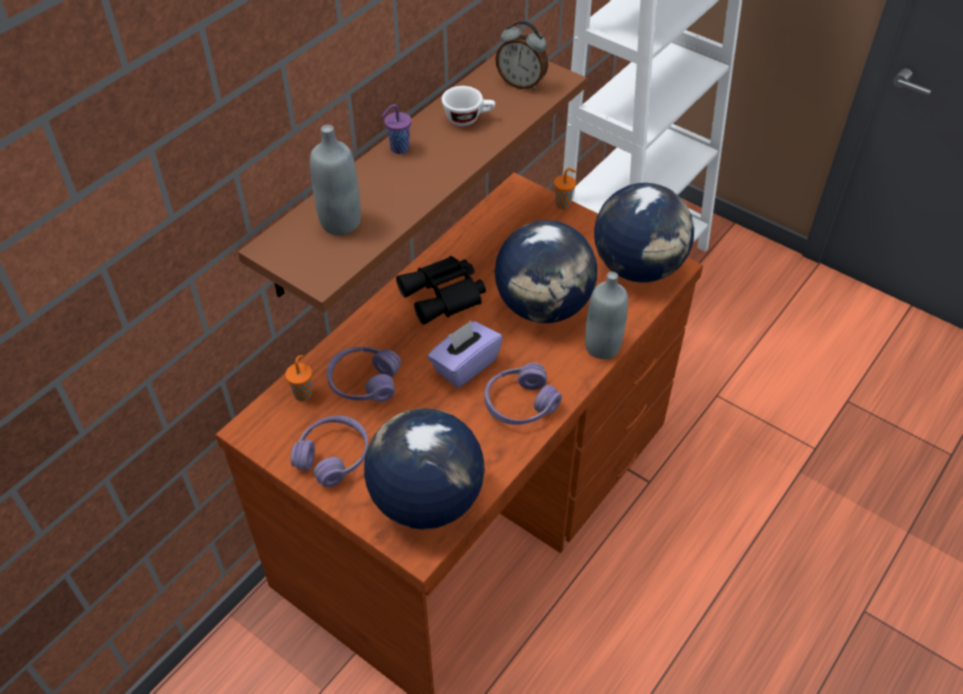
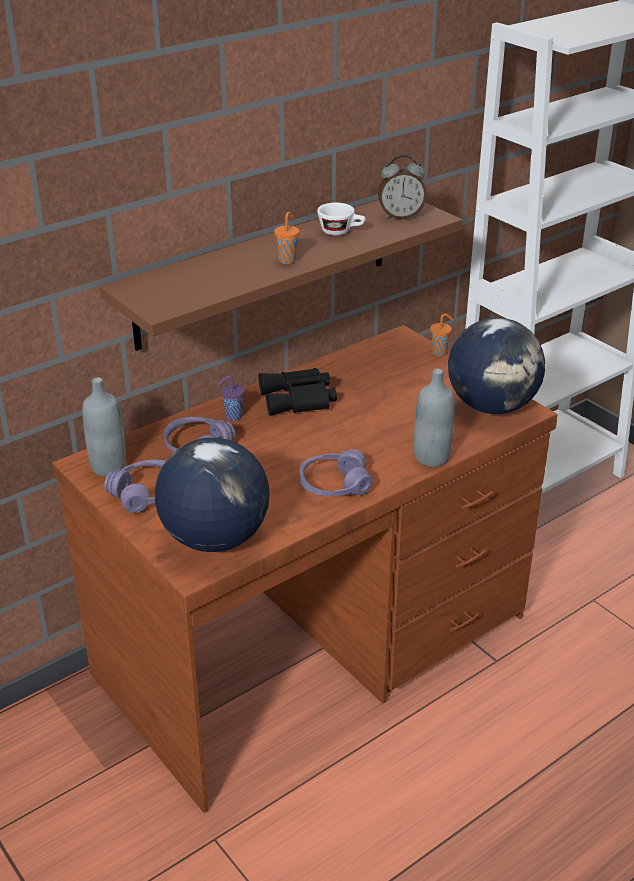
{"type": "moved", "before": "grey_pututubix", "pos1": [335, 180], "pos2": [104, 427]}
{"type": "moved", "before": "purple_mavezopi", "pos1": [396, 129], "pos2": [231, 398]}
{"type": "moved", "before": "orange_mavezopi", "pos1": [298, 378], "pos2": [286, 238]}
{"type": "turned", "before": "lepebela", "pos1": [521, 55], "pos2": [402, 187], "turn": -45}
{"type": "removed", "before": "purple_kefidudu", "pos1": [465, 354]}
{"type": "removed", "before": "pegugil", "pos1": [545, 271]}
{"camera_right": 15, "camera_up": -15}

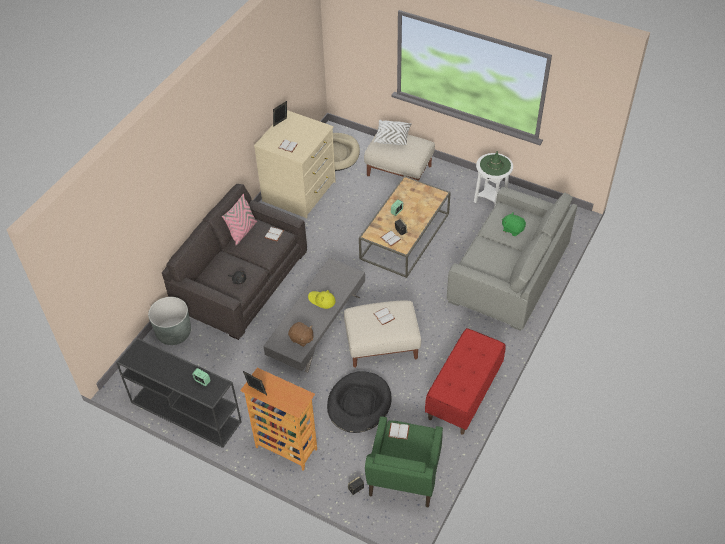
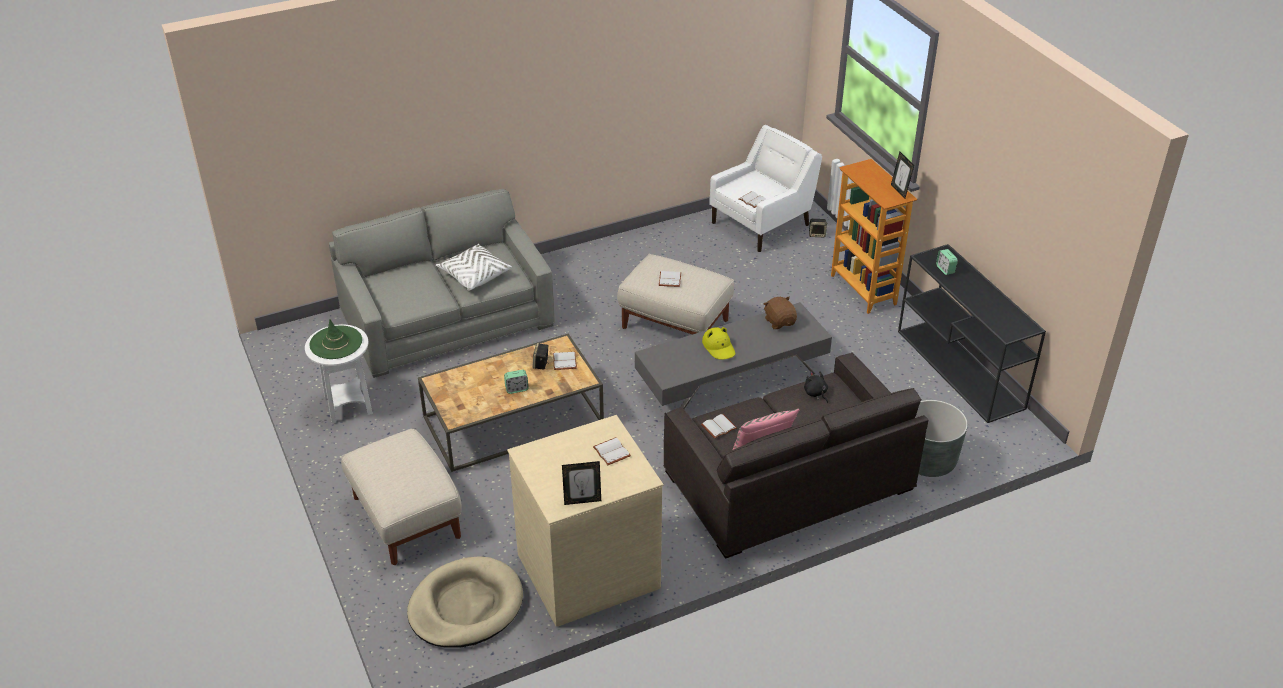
{"type": "moved", "before": "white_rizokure", "pos1": [393, 132], "pos2": [474, 267]}
{"type": "recoloured", "before": "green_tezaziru", "after": "white_tezaziru", "pos1": [404, 461], "pos2": [765, 188]}
{"type": "removed", "before": "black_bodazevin", "pos1": [359, 402]}
{"type": "removed", "before": "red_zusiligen", "pos1": [465, 381]}
{"type": "removed", "before": "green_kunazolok", "pos1": [514, 224]}
{"camera_right": -145, "camera_up": -10}

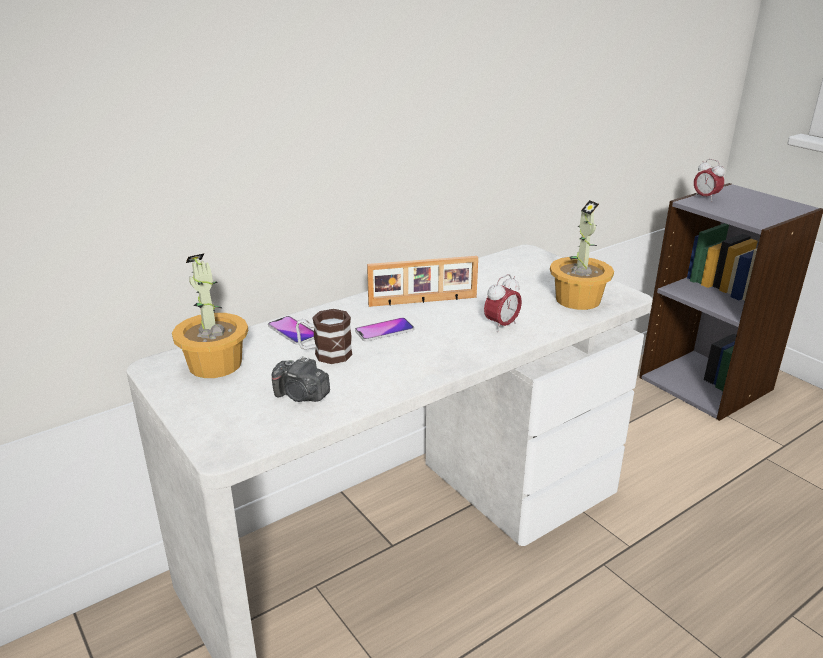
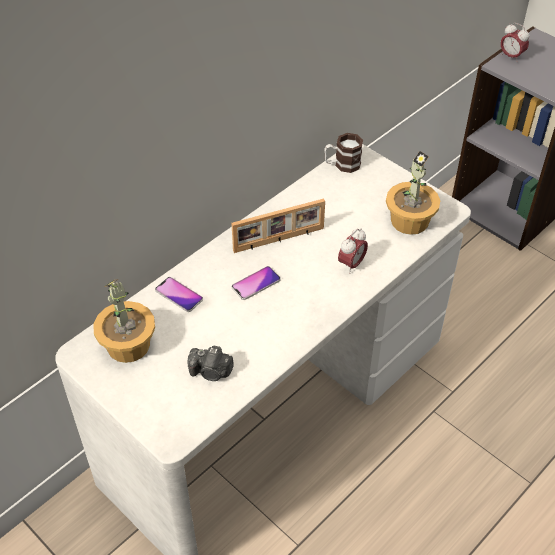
{"type": "moved", "before": "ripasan", "pos1": [324, 336], "pos2": [343, 153]}
{"camera_right": -10, "camera_up": 20}

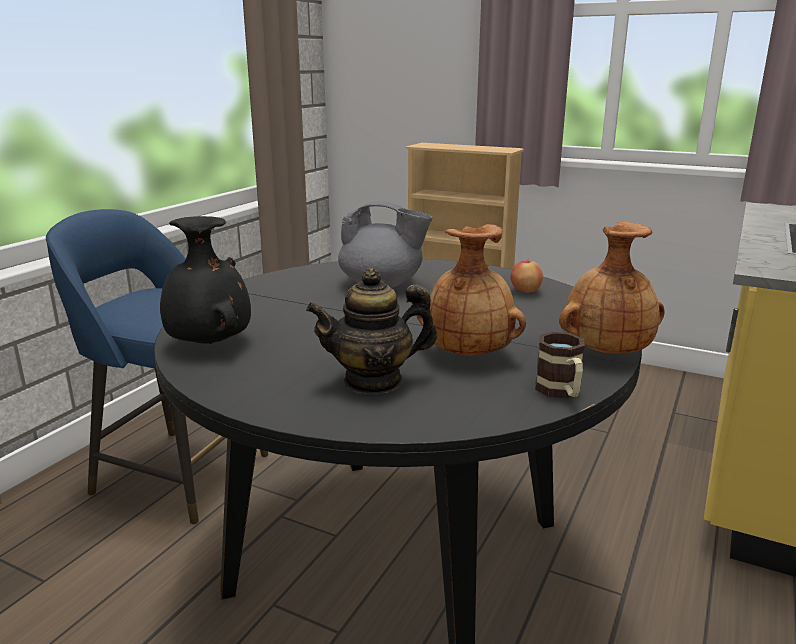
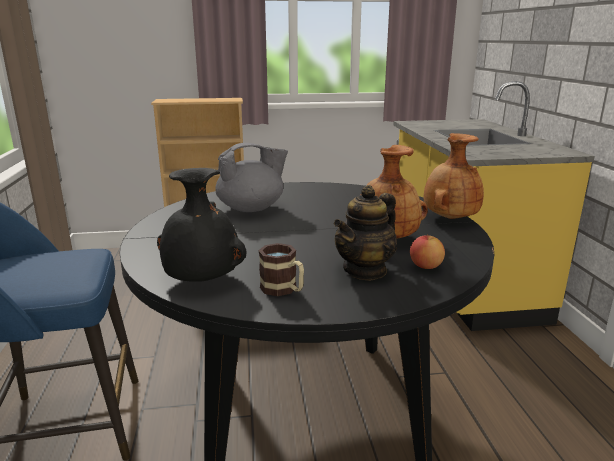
{"type": "moved", "before": "ripasan", "pos1": [560, 365], "pos2": [281, 269]}
{"type": "moved", "before": "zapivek", "pos1": [526, 277], "pos2": [427, 251]}
{"camera_right": -35, "camera_up": 0}

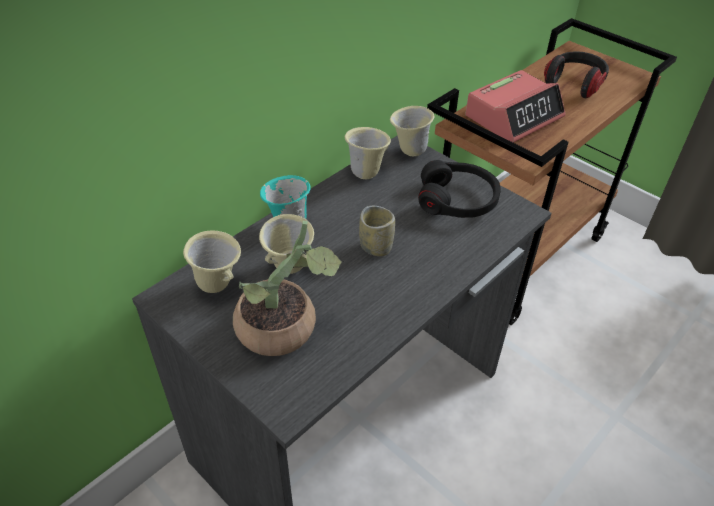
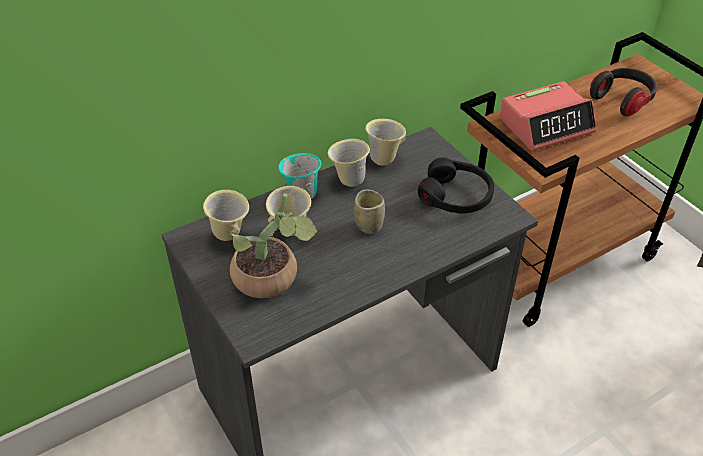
{"type": "moved", "before": "beige_ripasan", "pos1": [412, 131], "pos2": [349, 163]}
{"camera_right": 15, "camera_up": 0}

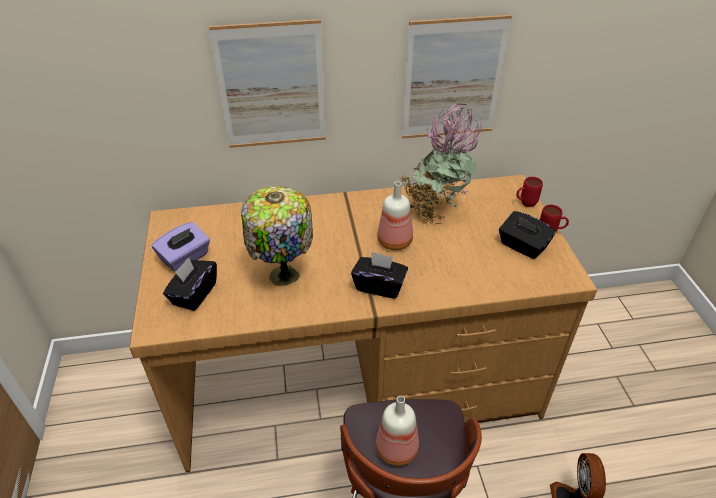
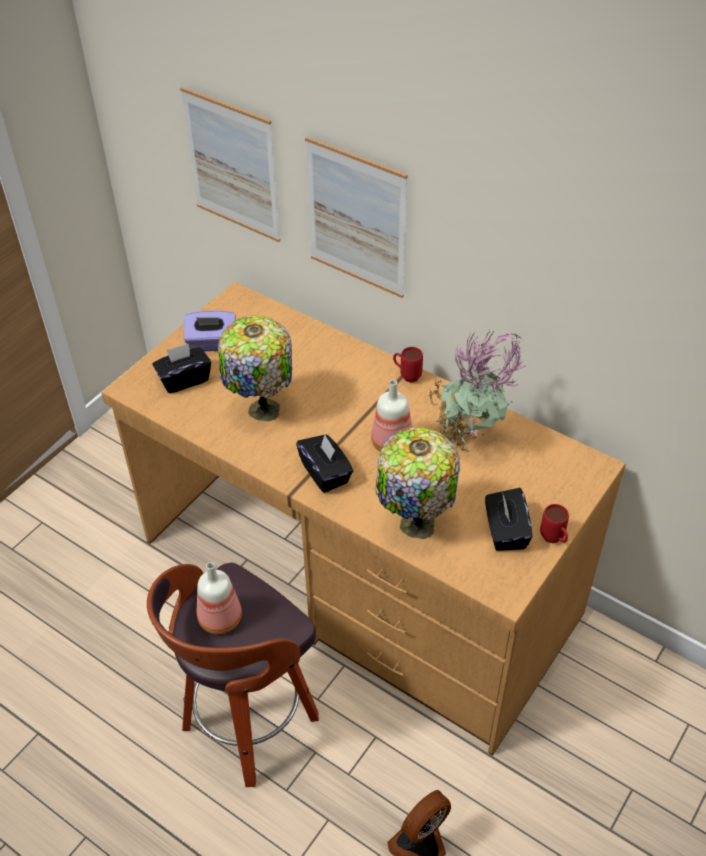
{"type": "moved", "before": "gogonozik", "pos1": [457, 77], "pos2": [230, 164]}
{"type": "added", "after": "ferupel", "pos2": [418, 483]}
{"type": "moved", "before": "red_ripasan", "pos1": [529, 192], "pos2": [408, 365]}
{"camera_right": 45, "camera_up": 5}

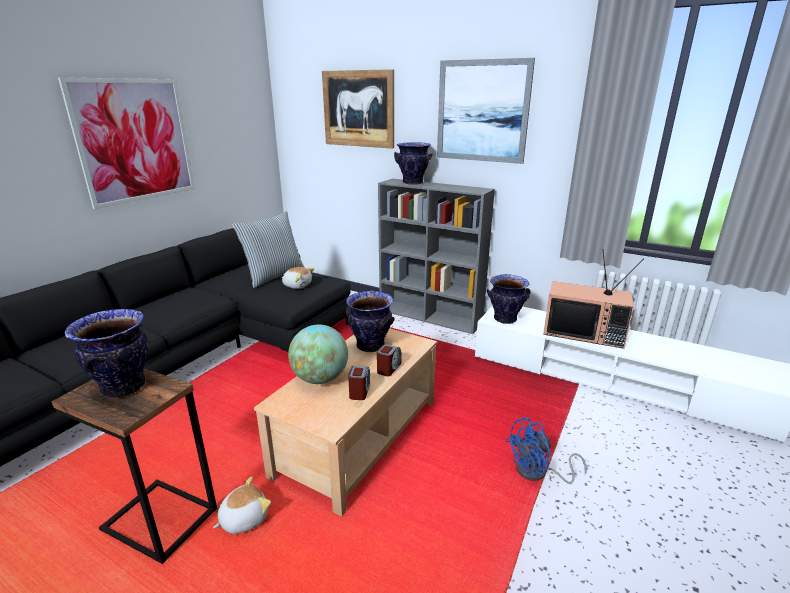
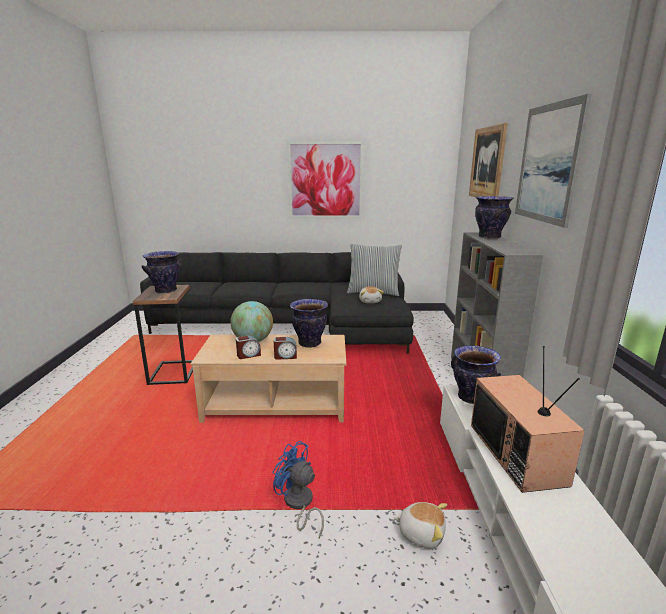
{"type": "moved", "before": "kunazolok", "pos1": [242, 505], "pos2": [420, 525]}
{"camera_right": 60, "camera_up": -5}

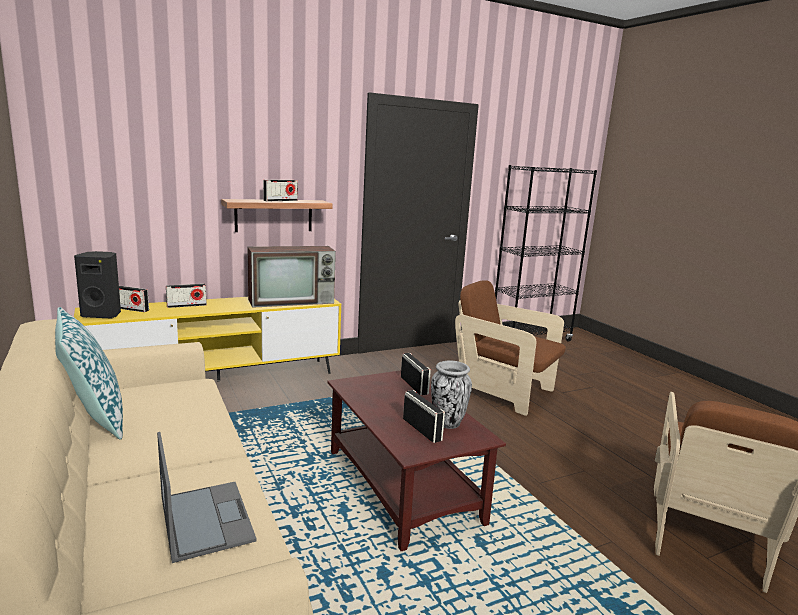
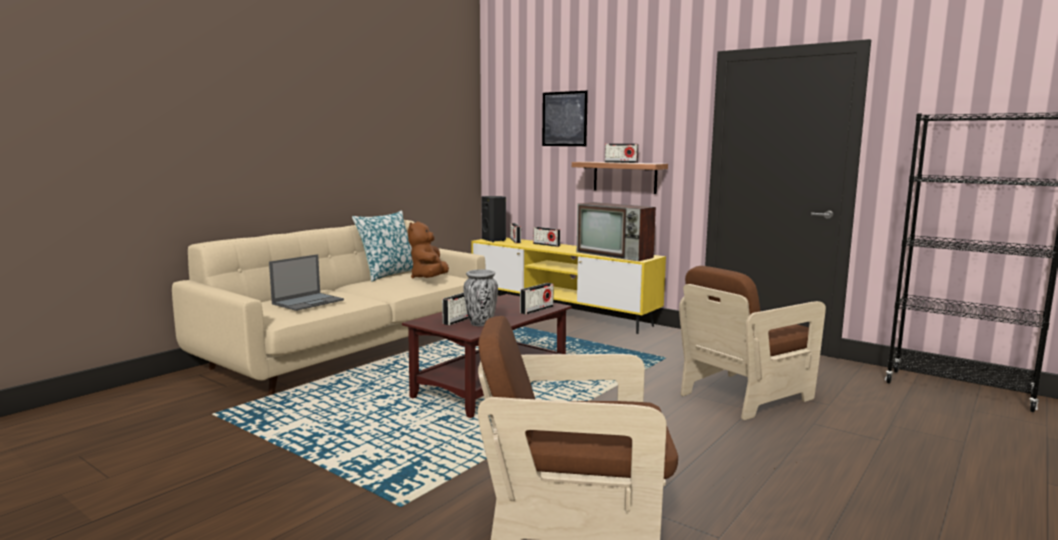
{"type": "added", "after": "brown_kunazolok", "pos2": [428, 249]}
{"type": "added", "after": "gogonozik", "pos2": [565, 118]}
{"type": "turned", "before": "brown_tezaziru", "pos1": [510, 348], "pos2": [752, 343], "turn": -135}
{"camera_right": 65, "camera_up": -5}

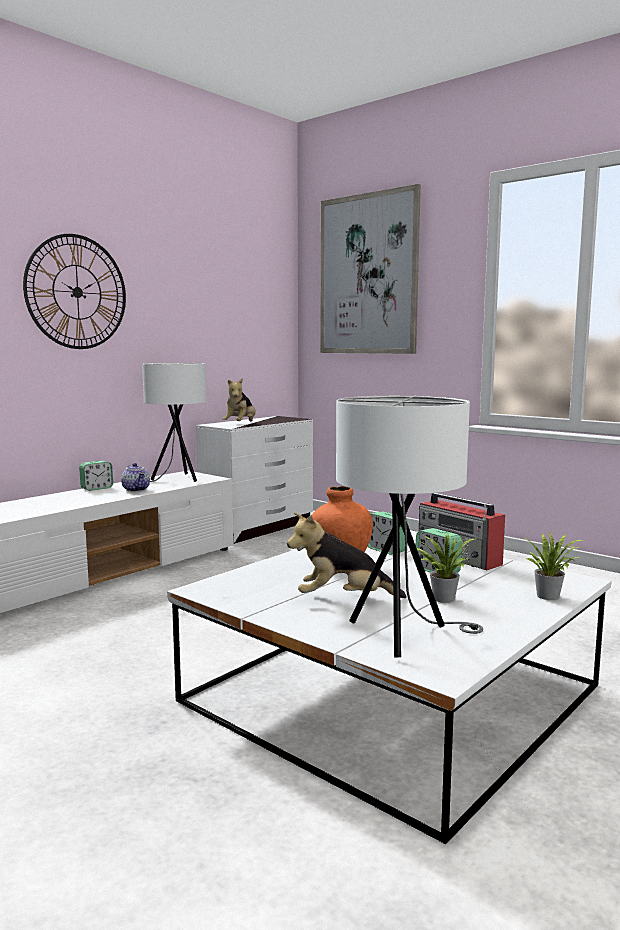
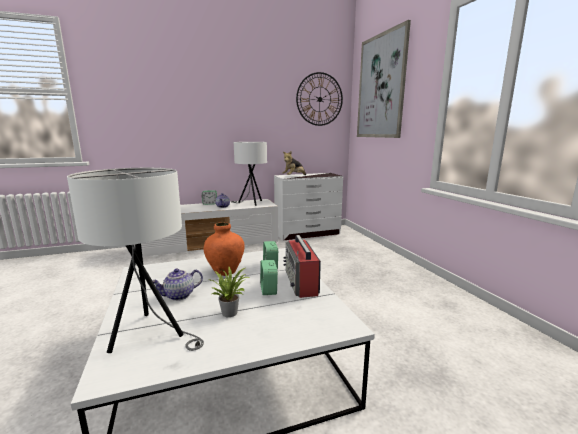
{"type": "replaced", "before": "kunazolok", "after": "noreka", "pos1": [347, 555], "pos2": [177, 285]}
{"type": "moved", "before": "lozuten", "pos1": [74, 291], "pos2": [319, 99]}
{"type": "removed", "before": "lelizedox", "pos1": [552, 565]}
{"camera_right": 30, "camera_up": 5}

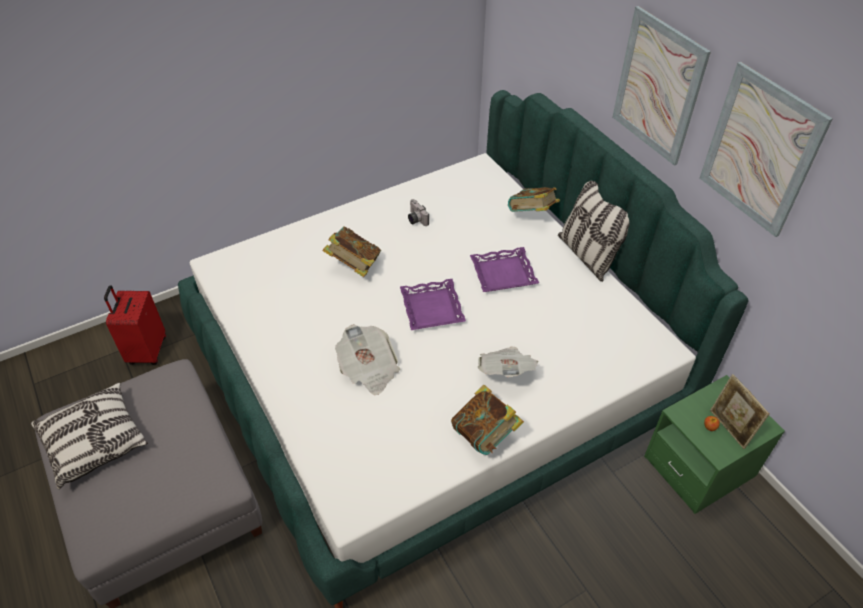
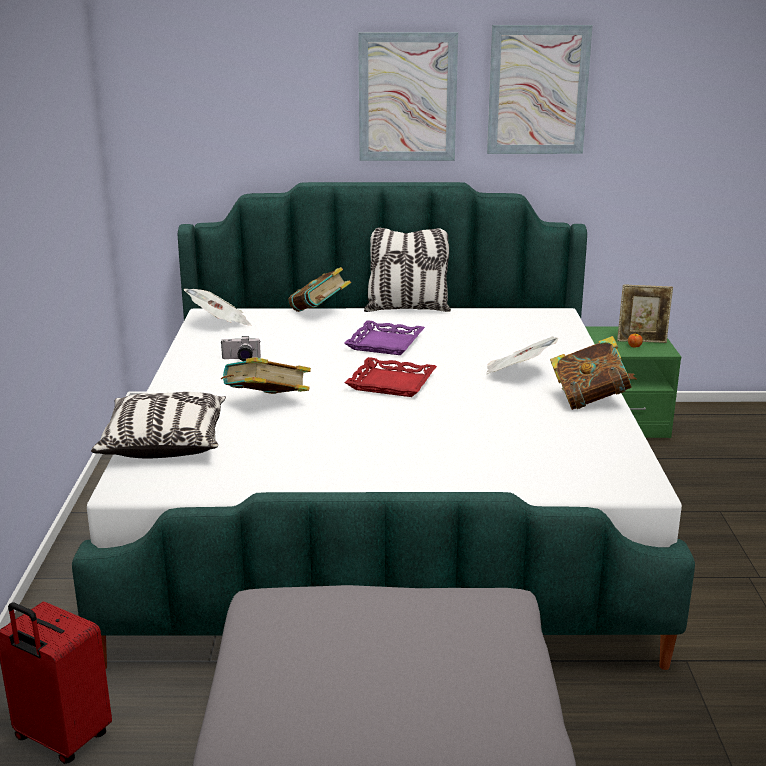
{"type": "moved", "before": "rizokure", "pos1": [89, 436], "pos2": [158, 425]}
{"type": "moved", "before": "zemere", "pos1": [367, 359], "pos2": [218, 307]}
{"type": "recoloured", "before": "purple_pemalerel", "after": "red_pemalerel", "pos1": [433, 304], "pos2": [390, 377]}
{"camera_right": -60, "camera_up": -25}

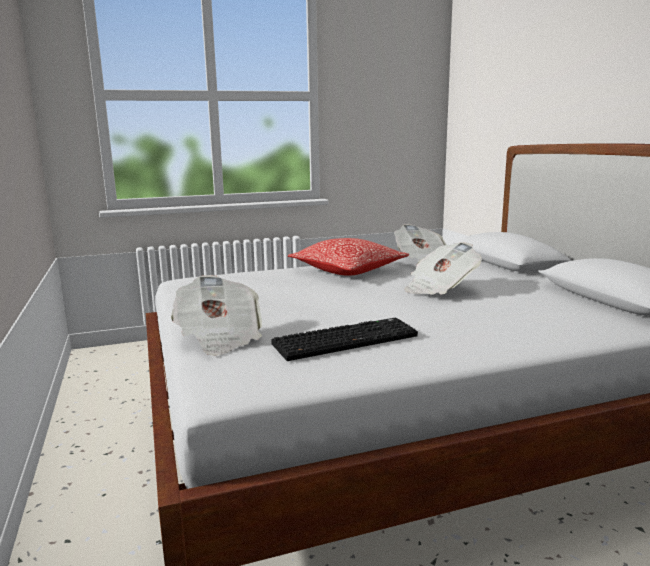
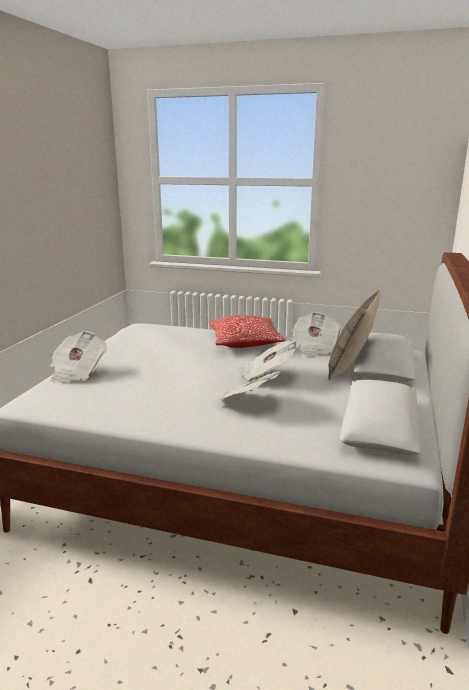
{"type": "added", "after": "zemere", "pos2": [248, 385]}
{"type": "added", "after": "rizokure", "pos2": [354, 335]}
{"type": "removed", "before": "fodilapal", "pos1": [344, 339]}
{"camera_right": 35, "camera_up": 5}

